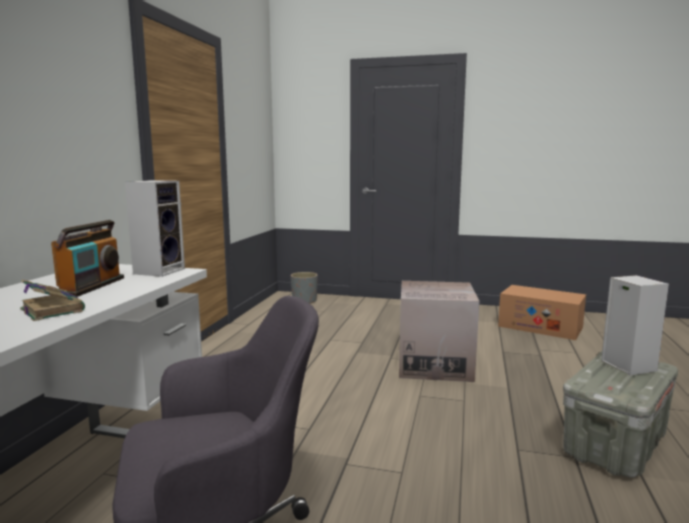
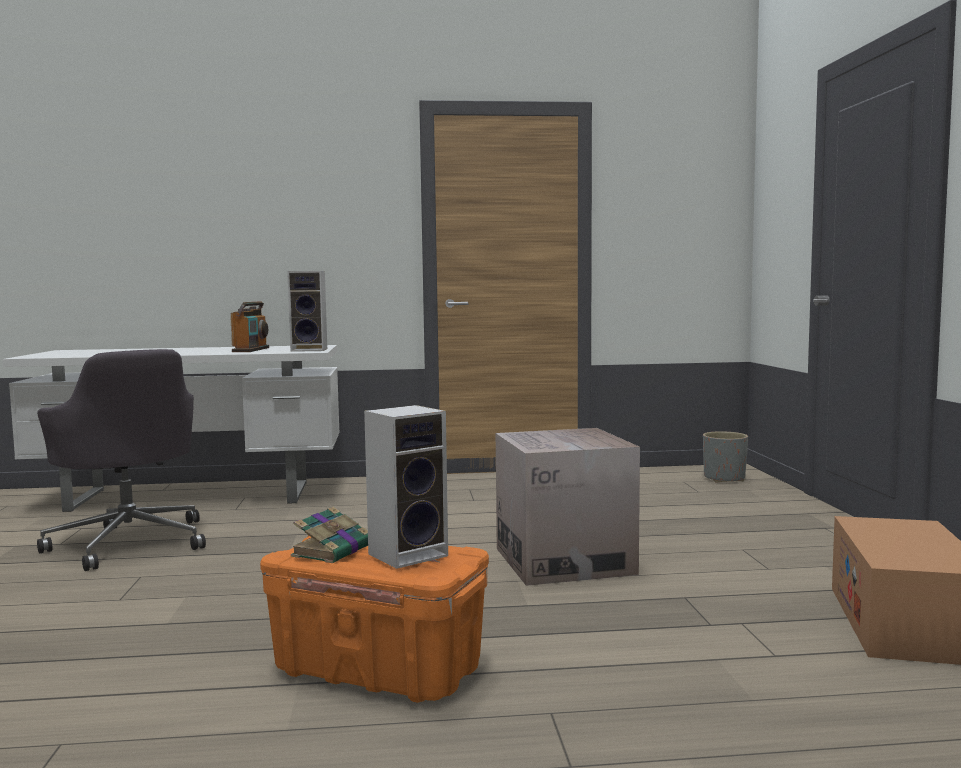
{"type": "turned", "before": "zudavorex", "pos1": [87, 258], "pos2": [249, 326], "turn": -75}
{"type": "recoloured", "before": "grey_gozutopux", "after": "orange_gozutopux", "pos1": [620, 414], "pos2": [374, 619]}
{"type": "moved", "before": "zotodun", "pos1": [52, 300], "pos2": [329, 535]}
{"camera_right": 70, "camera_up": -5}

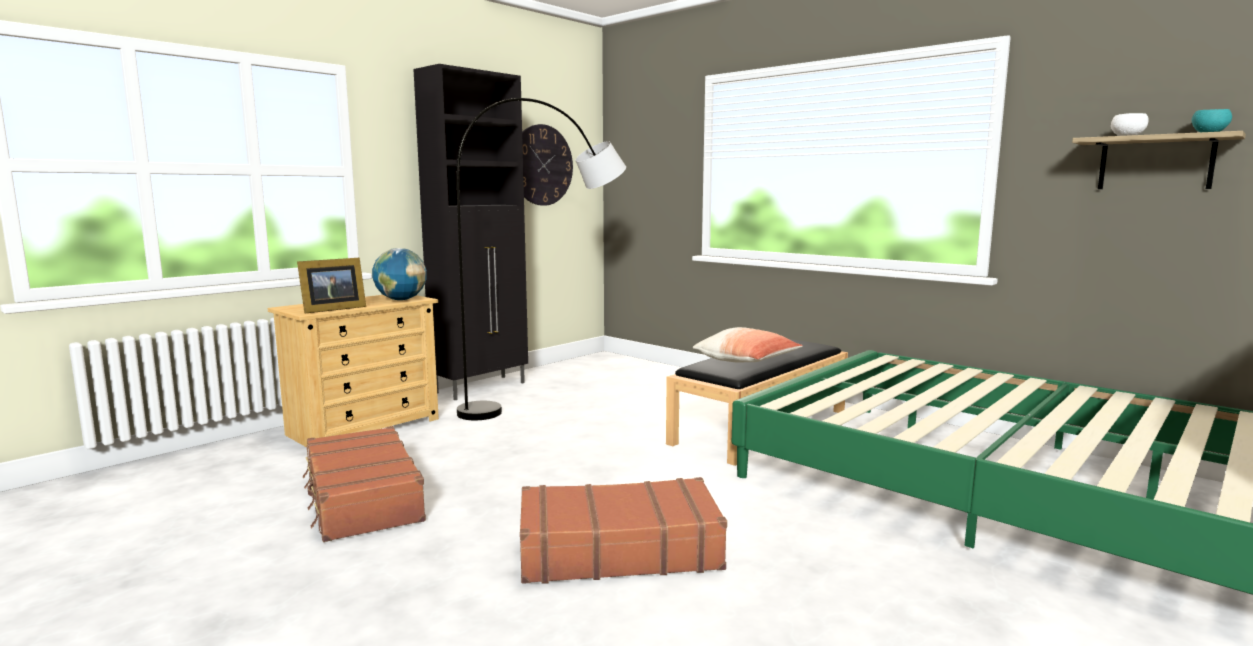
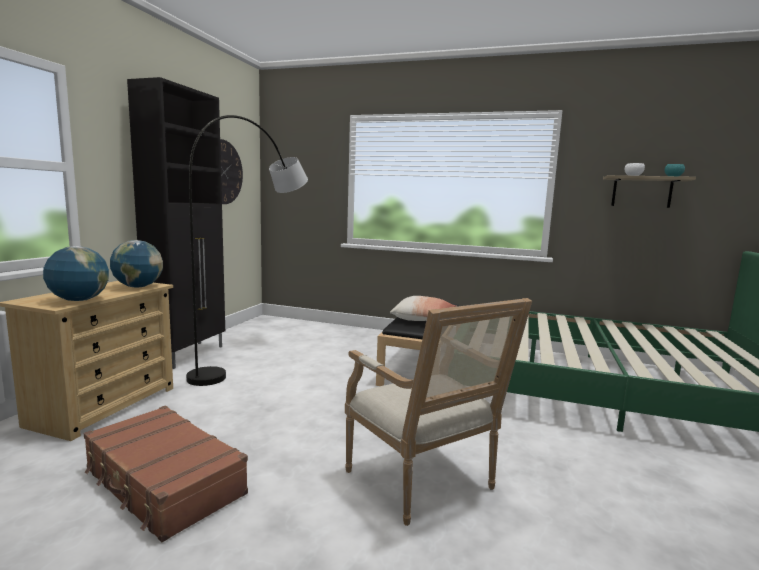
{"type": "replaced", "before": "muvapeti", "after": "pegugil", "pos1": [331, 286], "pos2": [76, 273]}
{"type": "replaced", "before": "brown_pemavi", "after": "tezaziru", "pos1": [623, 530], "pos2": [438, 412]}
{"camera_right": -25, "camera_up": 0}

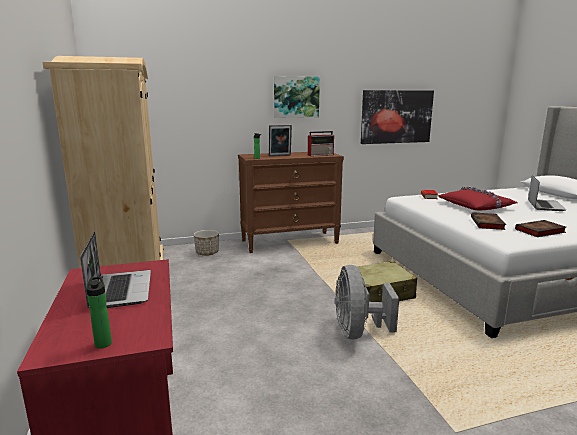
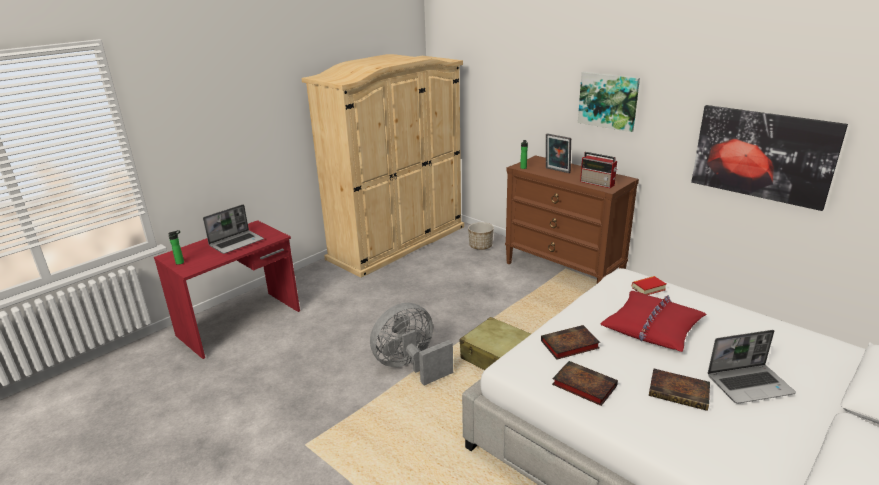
{"type": "added", "after": "zotodun", "pos2": [679, 390]}
{"camera_right": 60, "camera_up": 10}

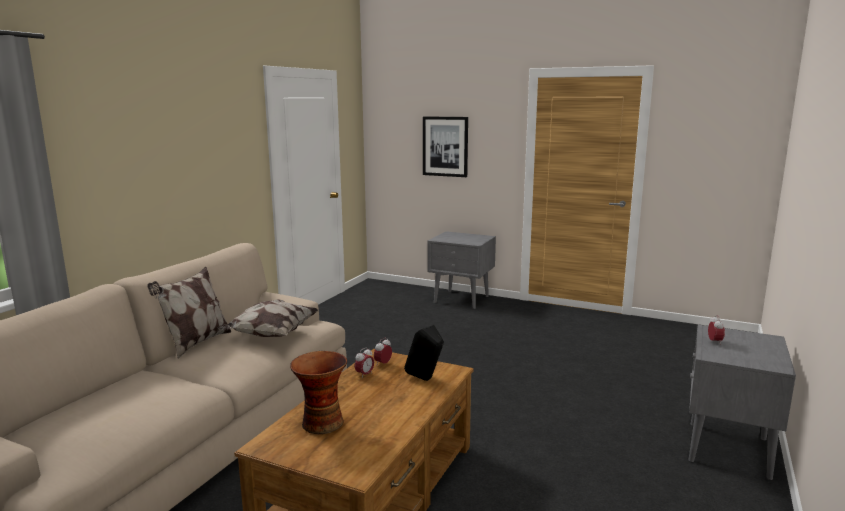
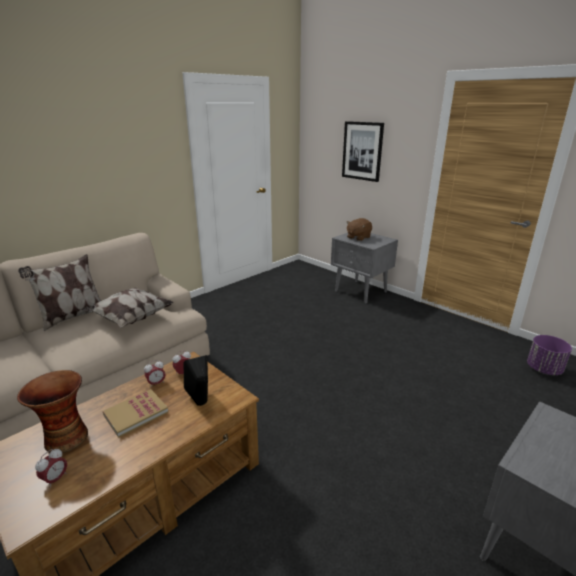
{"type": "moved", "before": "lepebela", "pos1": [716, 330], "pos2": [51, 468]}
{"type": "added", "after": "zotodun", "pos2": [135, 413]}
{"type": "added", "after": "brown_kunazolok", "pos2": [359, 229]}
{"type": "added", "after": "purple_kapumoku", "pos2": [549, 355]}
{"camera_right": 20, "camera_up": 10}

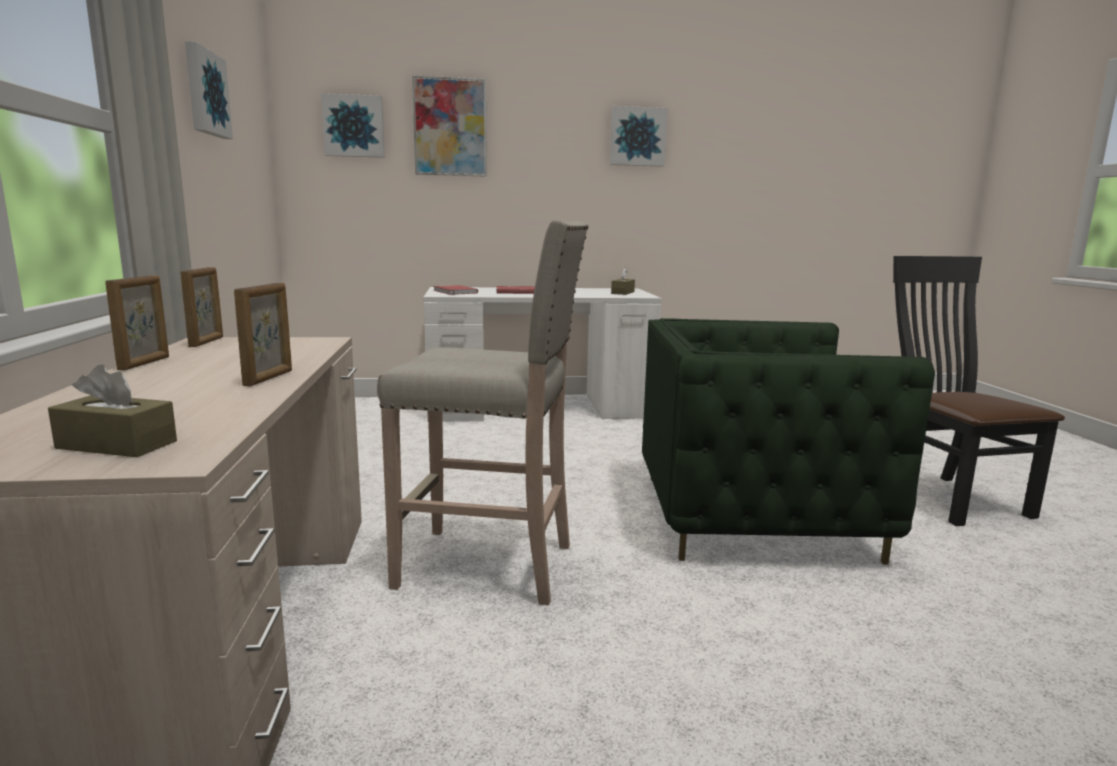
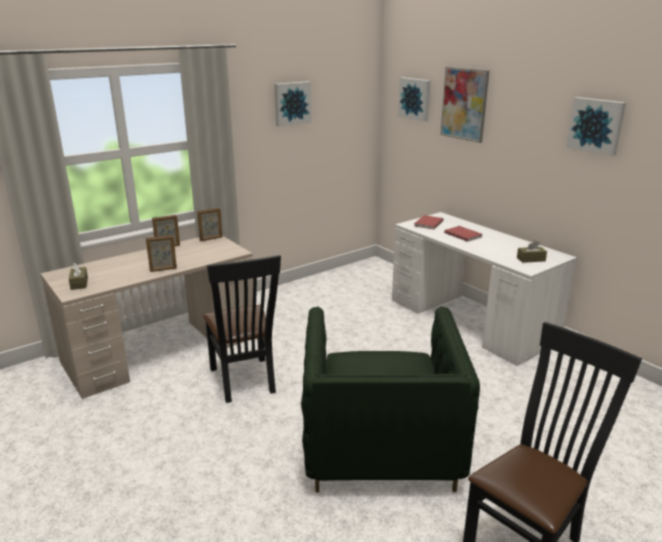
{"type": "replaced", "before": "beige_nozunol", "after": "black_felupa", "pos1": [482, 413], "pos2": [242, 329]}
{"type": "turned", "before": "green_tezaziru", "pos1": [788, 441], "pos2": [390, 399], "turn": -150}
{"camera_right": 60, "camera_up": 10}

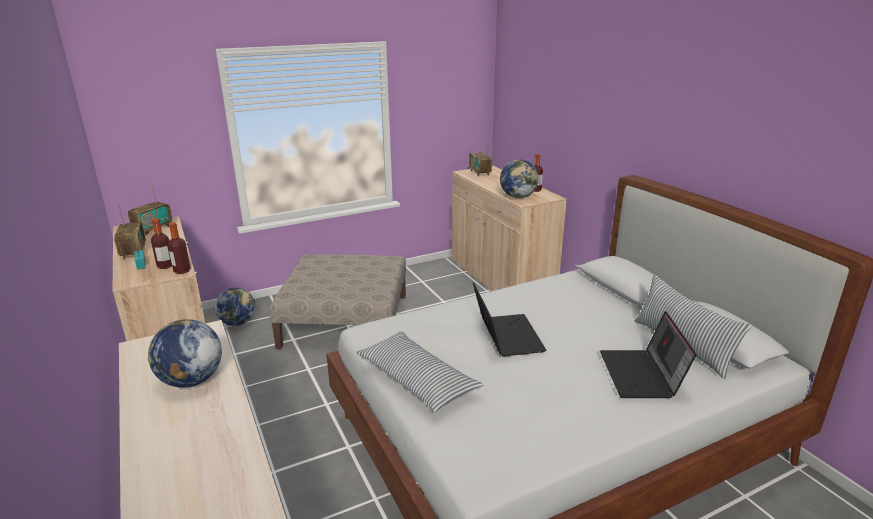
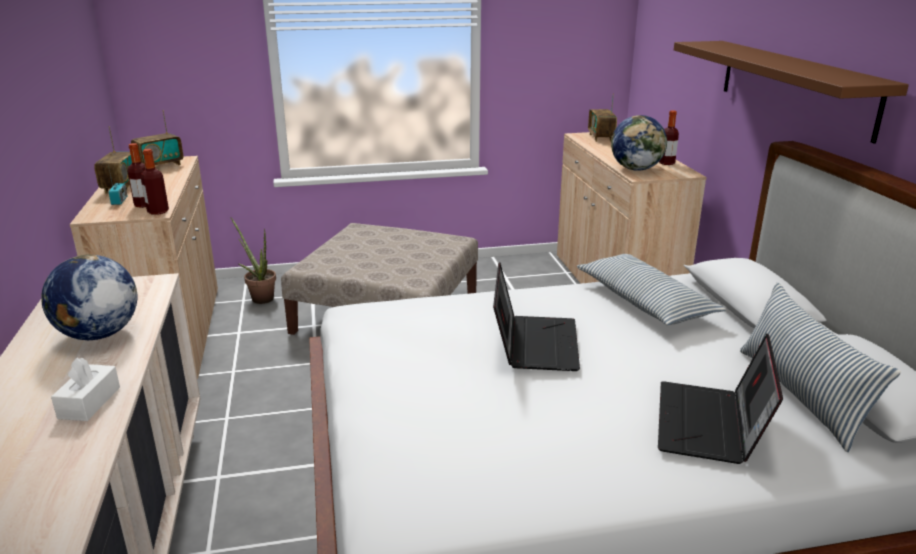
{"type": "added", "after": "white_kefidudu", "pos2": [85, 389]}
{"type": "replaced", "before": "pegugil", "after": "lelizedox", "pos1": [235, 307], "pos2": [253, 260]}
{"type": "moved", "before": "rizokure", "pos1": [420, 371], "pos2": [651, 289]}
{"type": "added", "after": "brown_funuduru", "pos2": [791, 92]}
{"camera_right": 15, "camera_up": 0}

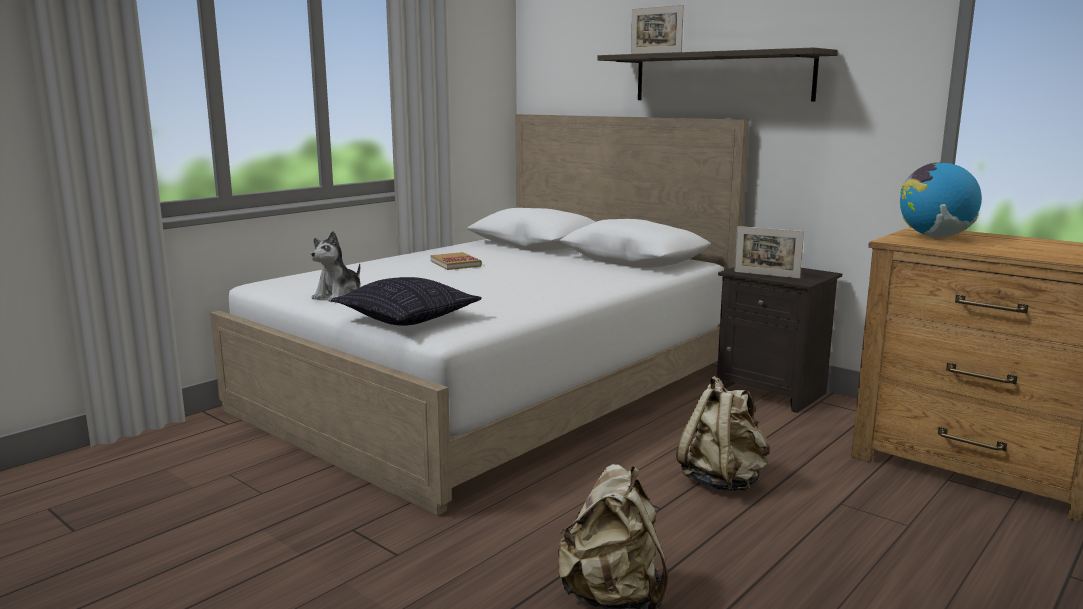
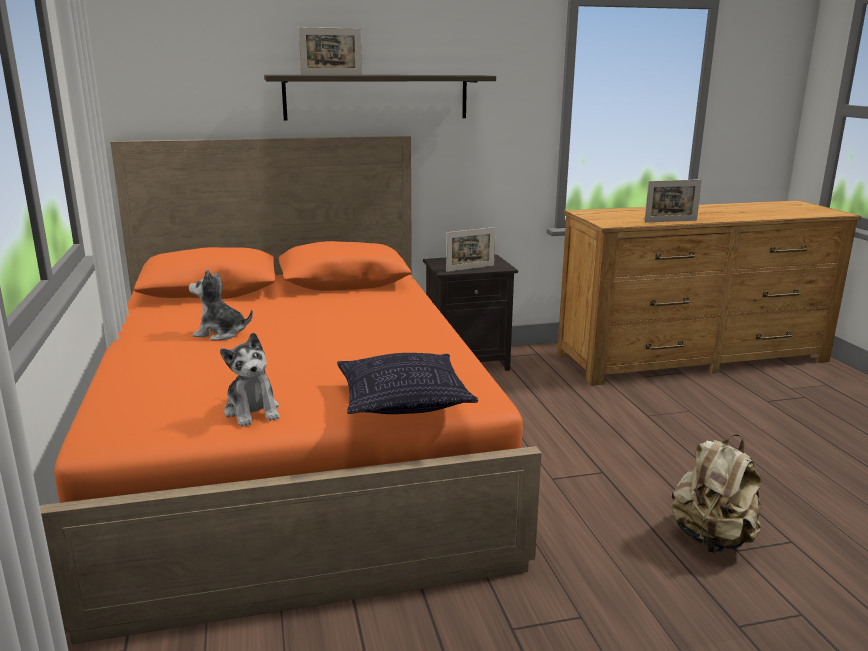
{"type": "recoloured", "before": "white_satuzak", "after": "orange_satuzak", "pos1": [479, 315], "pos2": [290, 390]}
{"type": "replaced", "before": "zotodun", "after": "kunazolok", "pos1": [456, 261], "pos2": [221, 305]}
{"type": "added", "after": "muvapeti", "pos2": [673, 201]}
{"type": "removed", "before": "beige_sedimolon", "pos1": [723, 433]}
{"type": "removed", "before": "pegugil", "pos1": [941, 200]}
{"camera_right": -55, "camera_up": 5}

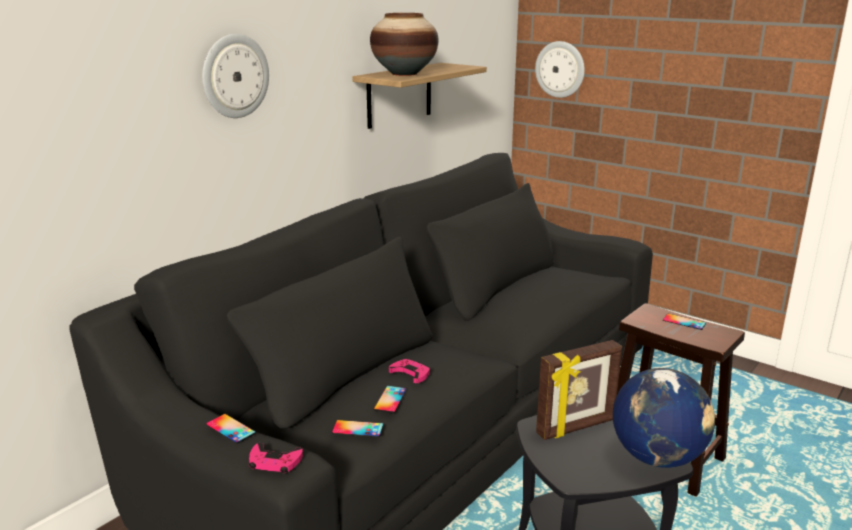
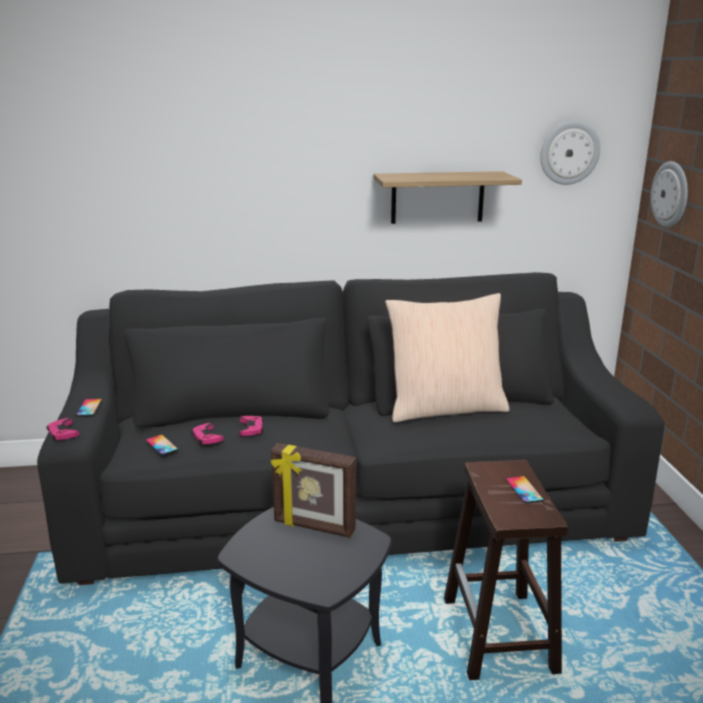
{"type": "replaced", "before": "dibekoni", "after": "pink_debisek", "pos1": [390, 399], "pos2": [207, 433]}
{"type": "added", "after": "beige_rizokure", "pos2": [447, 357]}
{"type": "moved", "before": "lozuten", "pos1": [235, 76], "pos2": [570, 153]}
{"type": "removed", "before": "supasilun", "pos1": [404, 44]}
{"type": "removed", "before": "pegugil", "pos1": [664, 418]}
{"camera_right": 45, "camera_up": 0}

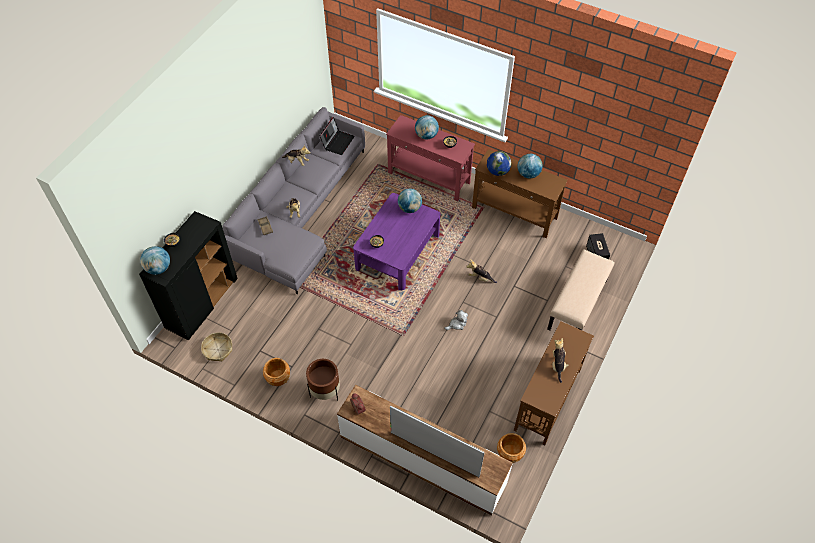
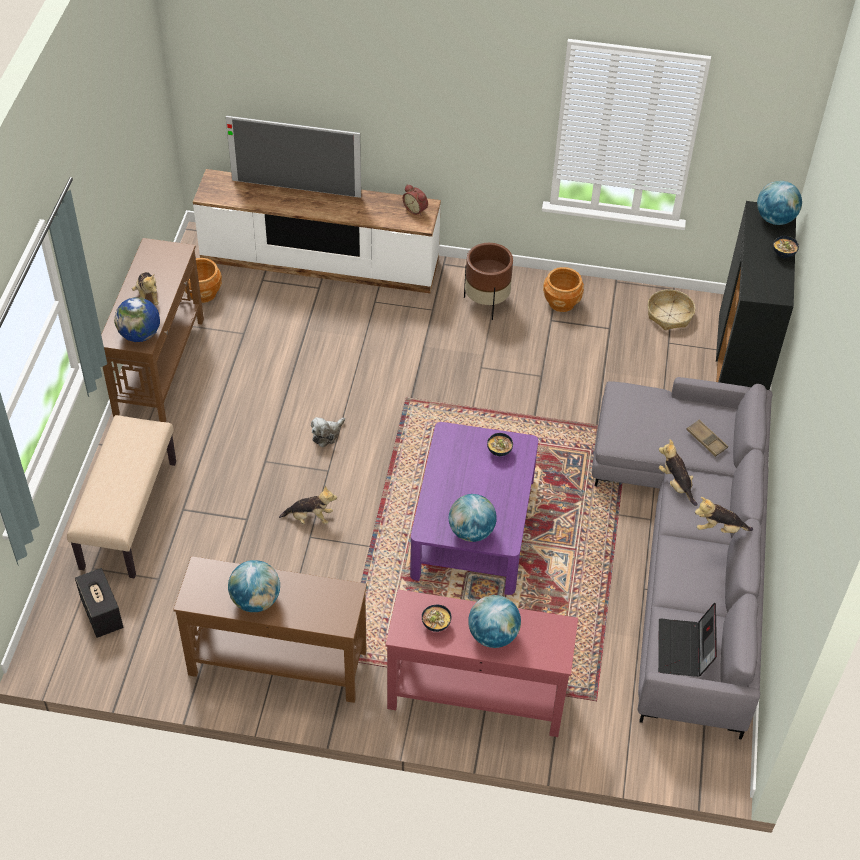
{"type": "moved", "before": "pegugil", "pos1": [499, 163], "pos2": [137, 319]}
{"camera_right": 160, "camera_up": -5}

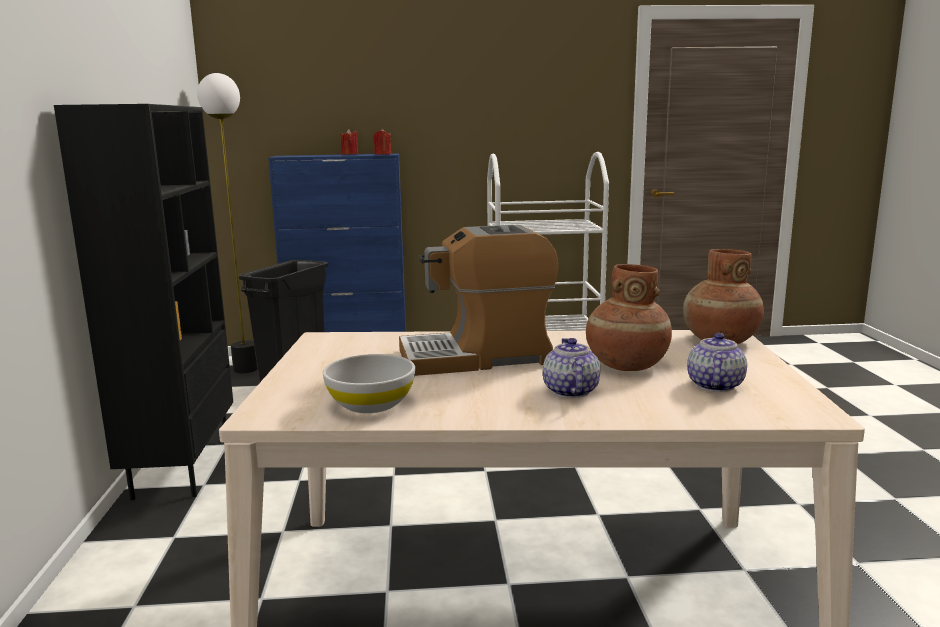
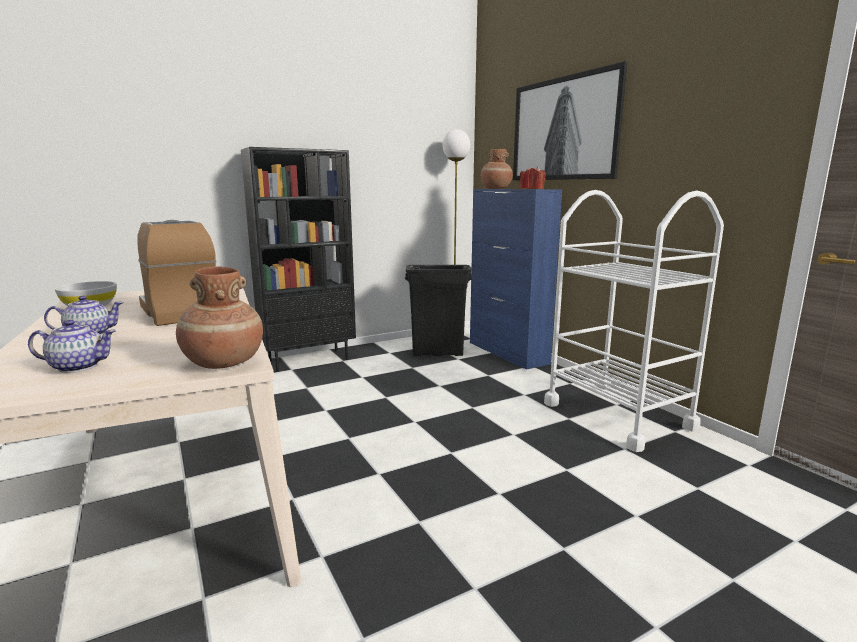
{"type": "moved", "before": "brown_supasilun", "pos1": [629, 317], "pos2": [497, 169]}
{"type": "added", "after": "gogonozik", "pos2": [570, 120]}
{"camera_right": 65, "camera_up": 0}

